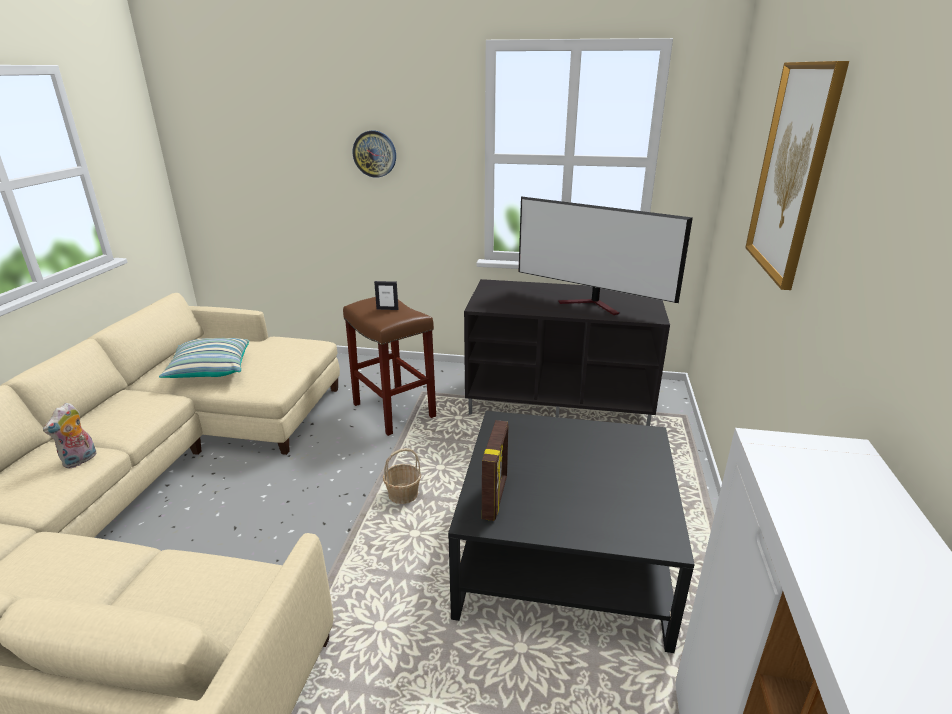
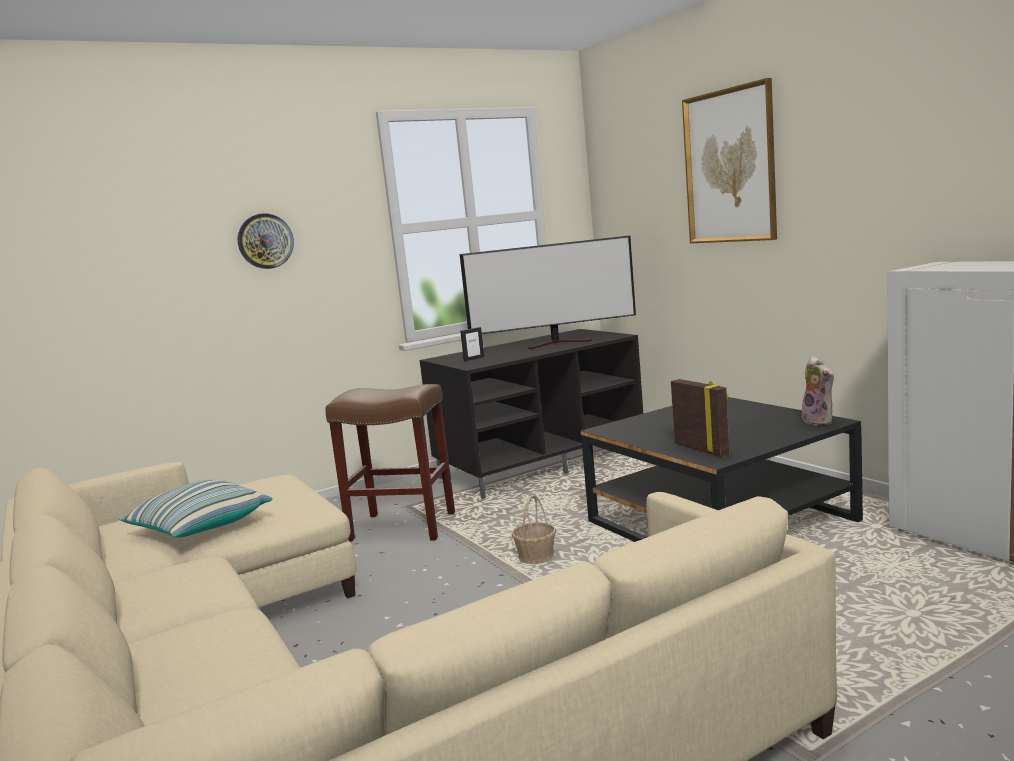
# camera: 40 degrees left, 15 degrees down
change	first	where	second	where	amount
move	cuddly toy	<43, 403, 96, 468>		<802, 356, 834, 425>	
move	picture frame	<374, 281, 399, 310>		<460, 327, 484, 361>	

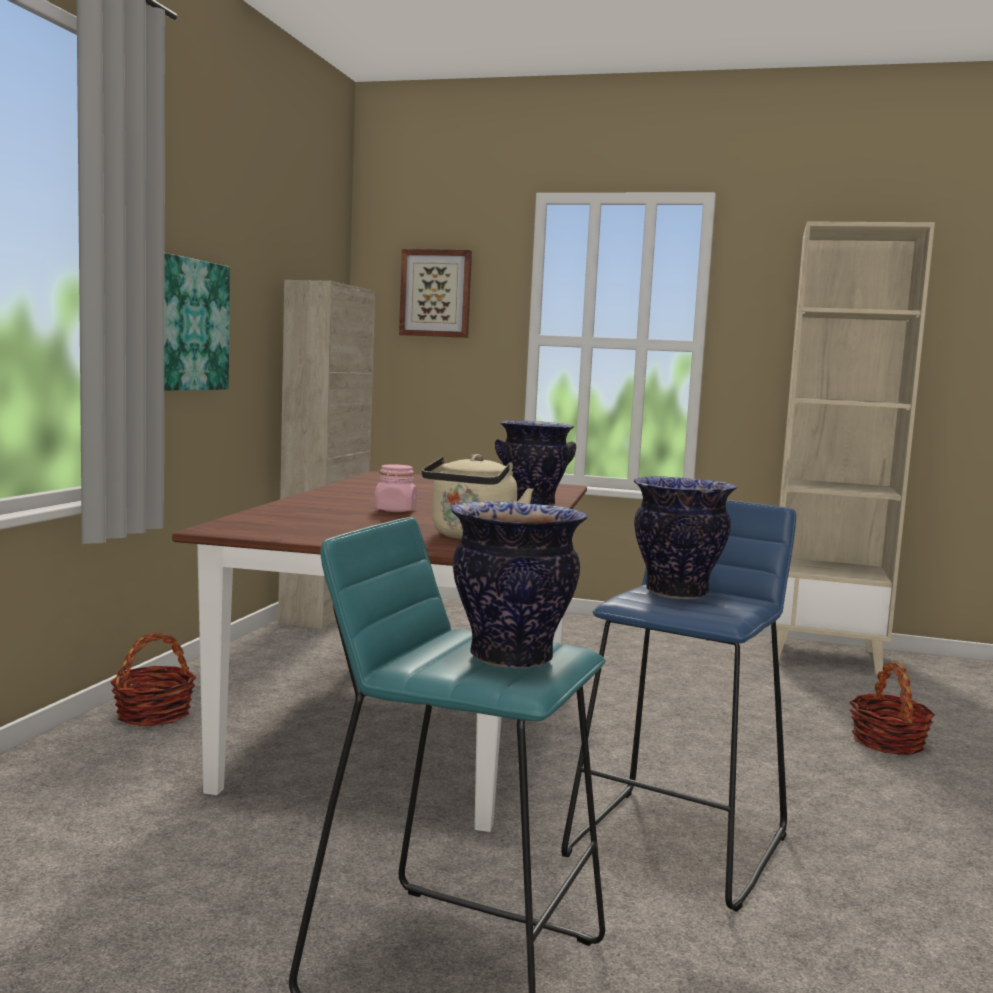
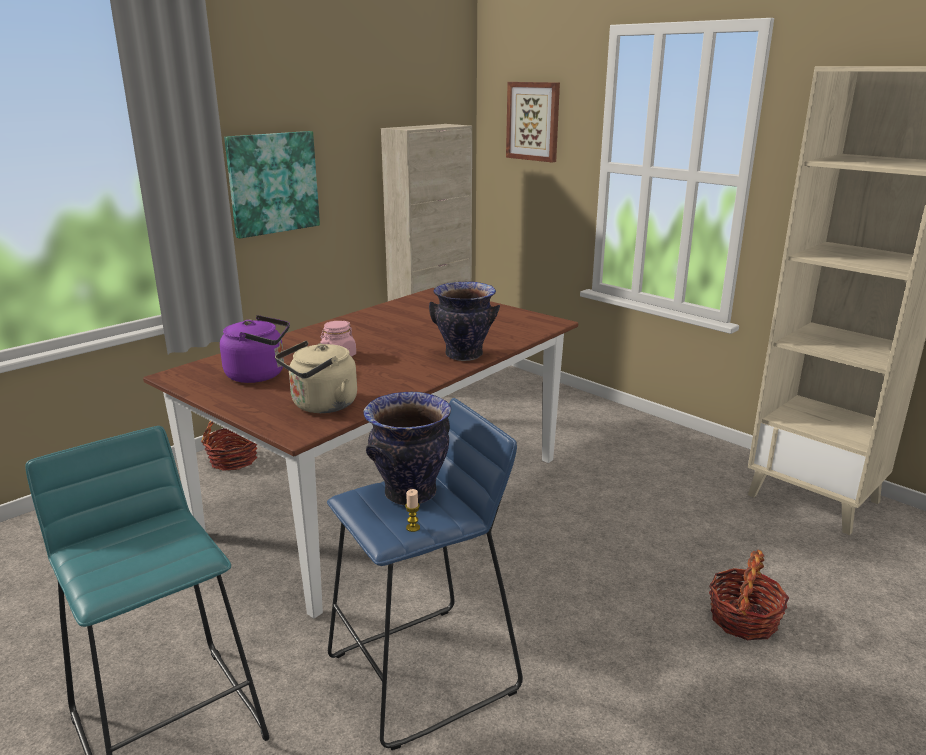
# camera: 30 degrees right, 15 degrees up
change	first	where	second	where	amount
delete	flower vase	<451, 501, 587, 668>			
insert			kettle (purple-coloured)	<220, 315, 290, 383>	
insert			candle	<405, 489, 420, 532>	

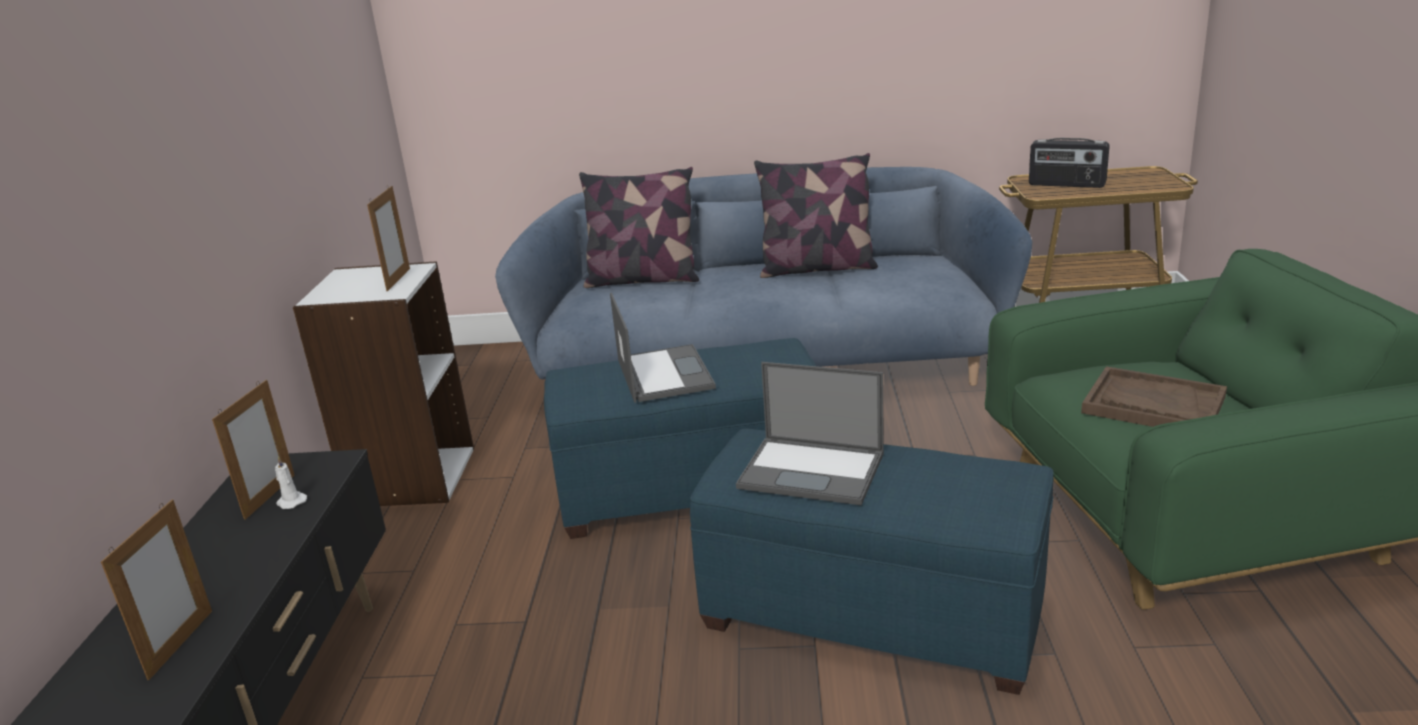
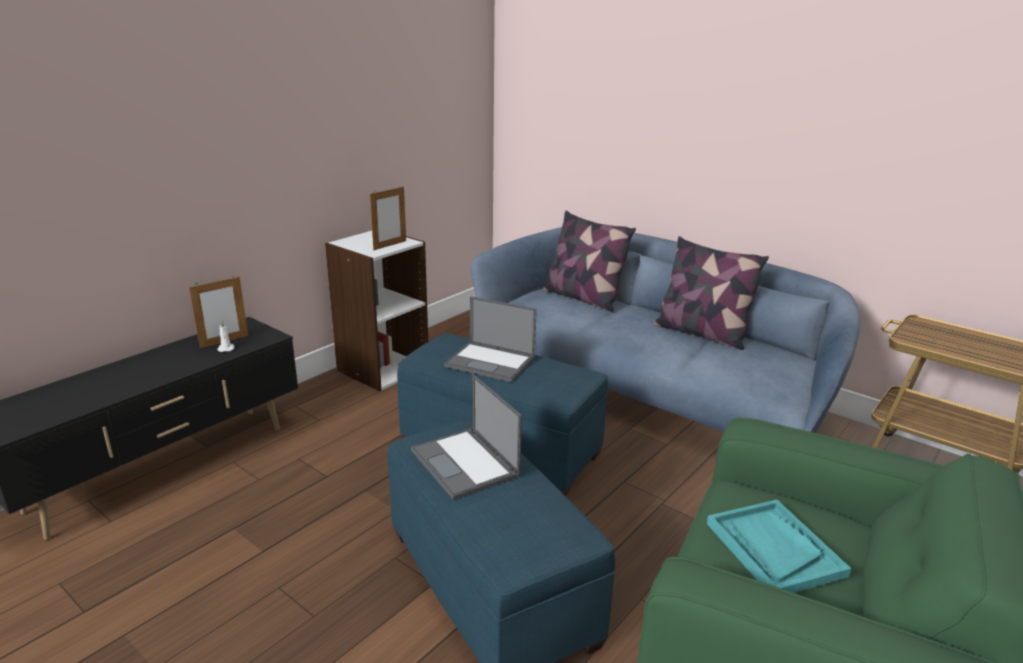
# camera: 35 degrees right, 0 degrees up
change	first	where	second	where	amount
delete	picture frame	<101, 500, 212, 680>			
delete	radio set	<1029, 138, 1110, 188>			
recolor	tray (brownish)	<1081, 366, 1227, 427>	tray (turquoise-coloured)	<707, 500, 851, 593>	
rotate	laptop	<610, 293, 716, 403>		<444, 296, 537, 382>	90 degrees clockwise

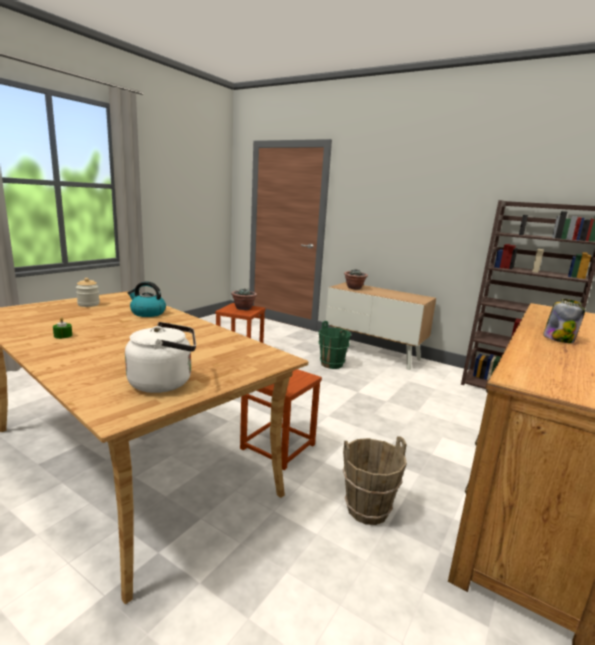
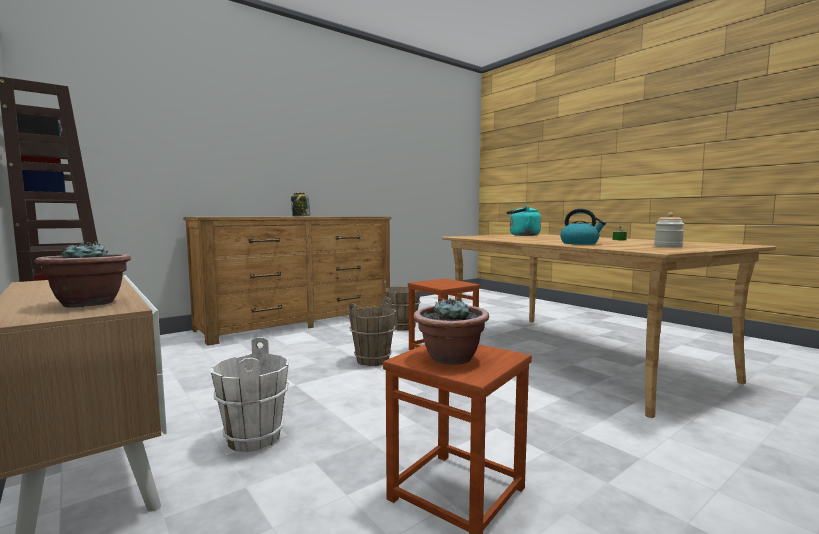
# camera: 160 degrees left, 10 degrees down
change	first	where	second	where	amount
insert			bucket (brownish)	<349, 297, 396, 366>	
recolor	kettle (white)	<125, 322, 196, 393>	kettle (turquoise-coloured)	<507, 206, 541, 236>	
recolor	bucket (green)	<318, 321, 351, 369>	bucket (white)	<211, 337, 289, 452>	

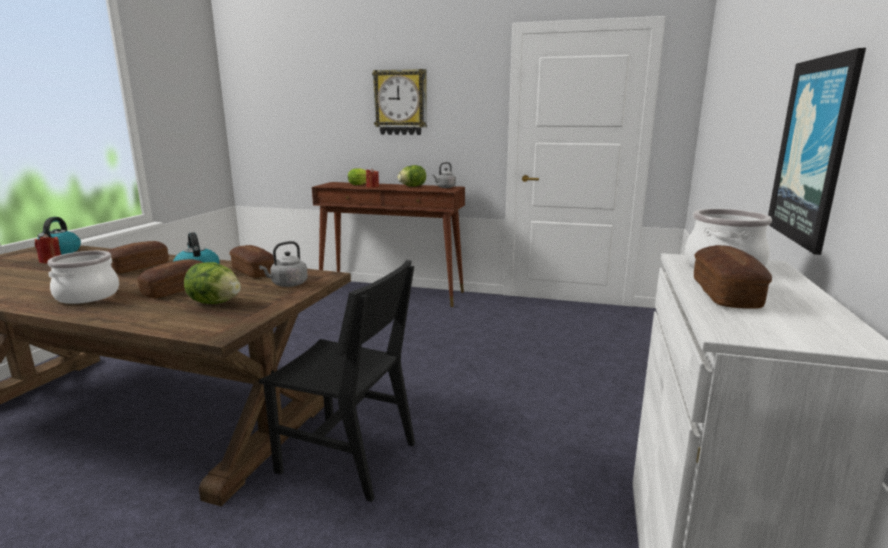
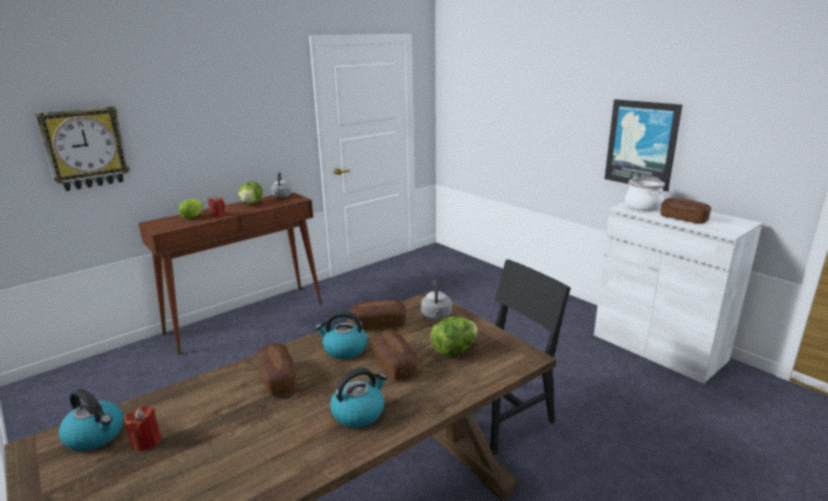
# camera: 55 degrees left, 5 degrees up
change	first	where	second	where	amount
move	hanging clock	<372, 69, 427, 135>		<35, 106, 130, 191>	
replace	saucepot	<47, 251, 119, 304>	kettle	<330, 368, 387, 428>	

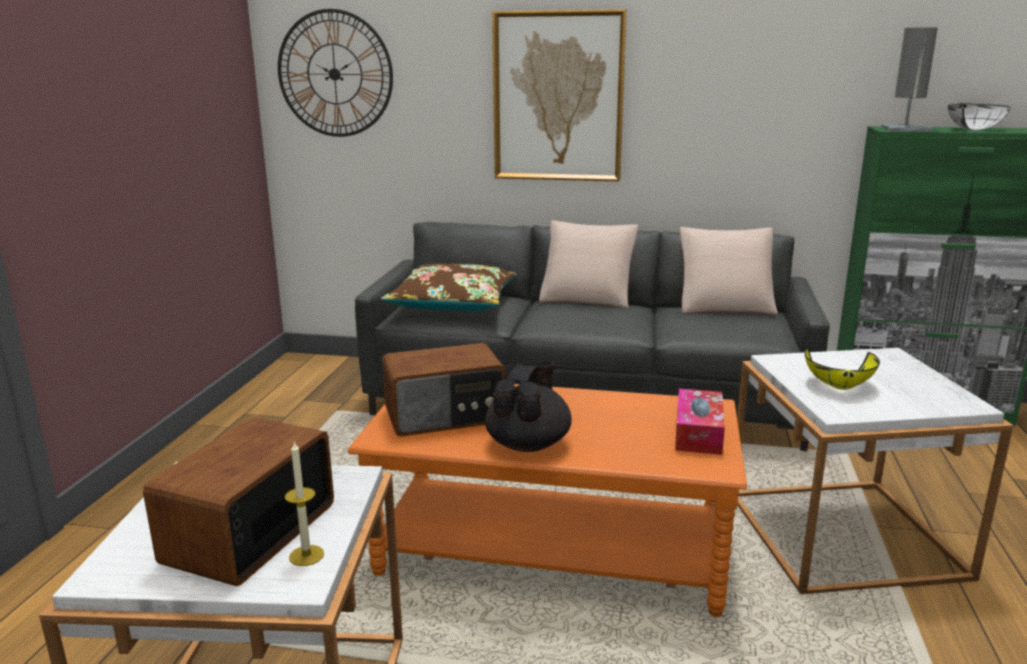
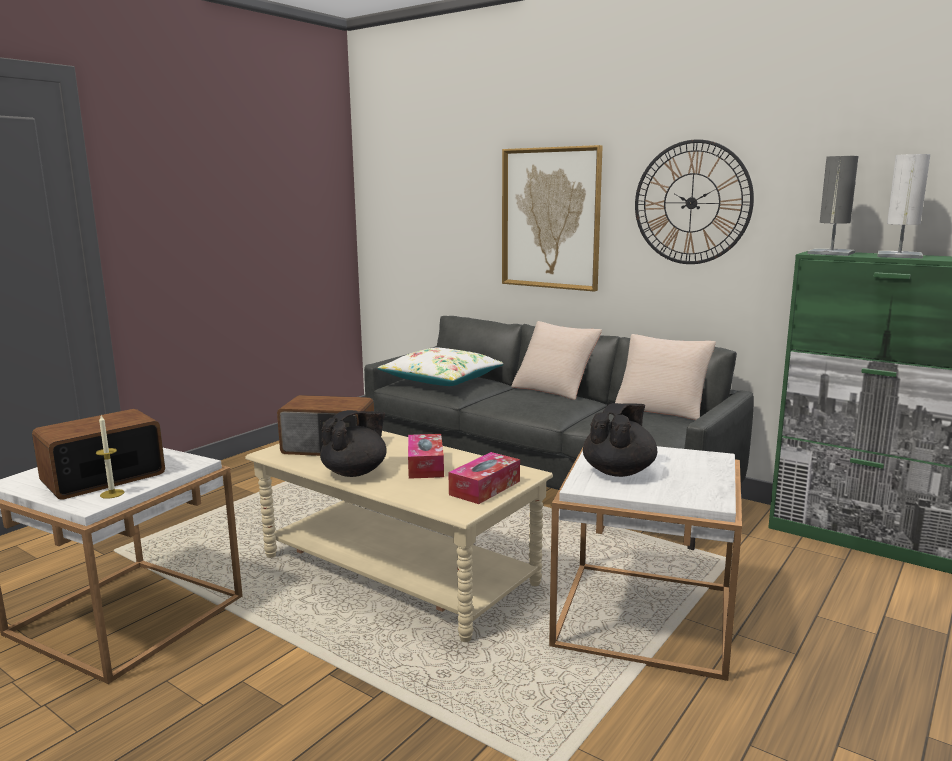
# camera: 25 degrees right, 5 degrees down
change	first	where	second	where	amount
insert			box of tissues	<408, 434, 444, 479>	
move	hanging clock	<278, 9, 393, 137>		<635, 139, 754, 264>	
replace	bowl (yellow-coloured)	<805, 348, 880, 390>	teapot (blackish)	<583, 403, 657, 477>	
replace	bowl (white)	<948, 103, 1011, 130>	table lamp (white)	<877, 154, 930, 259>	
recolor	coffee table (orange-coloured)	<348, 384, 747, 617>	coffee table (beige-coloured)	<245, 431, 553, 642>	
recolor	throw pillow (brownish)	<381, 263, 517, 311>	throw pillow (white)	<378, 348, 503, 386>	

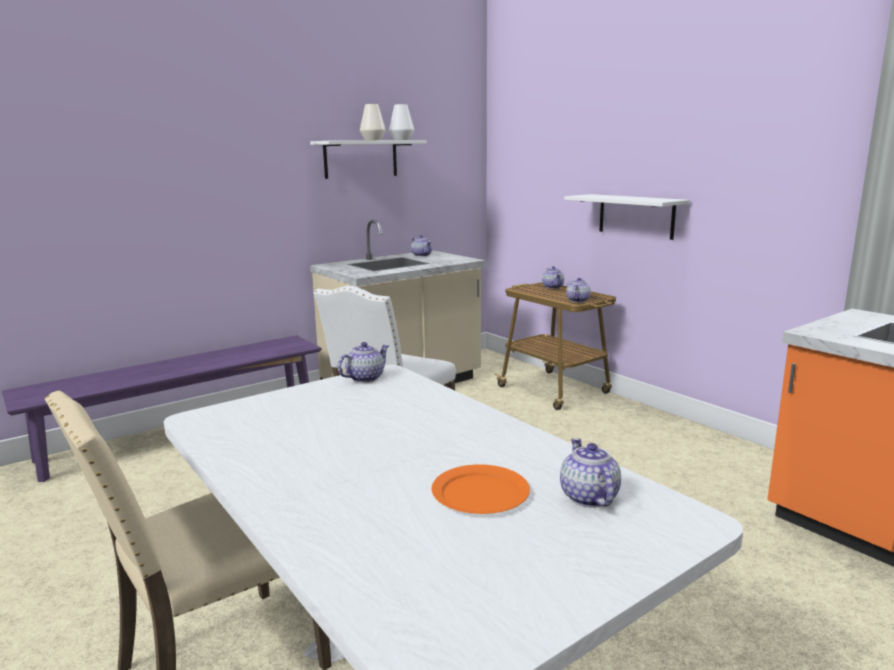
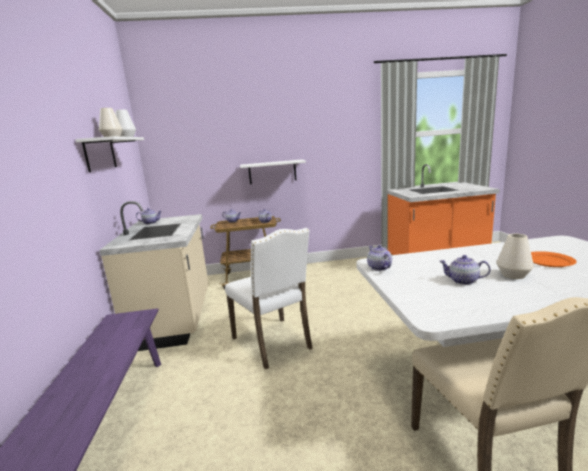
# camera: 60 degrees left, 0 degrees up
change	first	where	second	where	amount
insert			flower vase (white)	<496, 234, 534, 279>	
move	teapot	<560, 438, 621, 507>		<439, 255, 491, 285>	

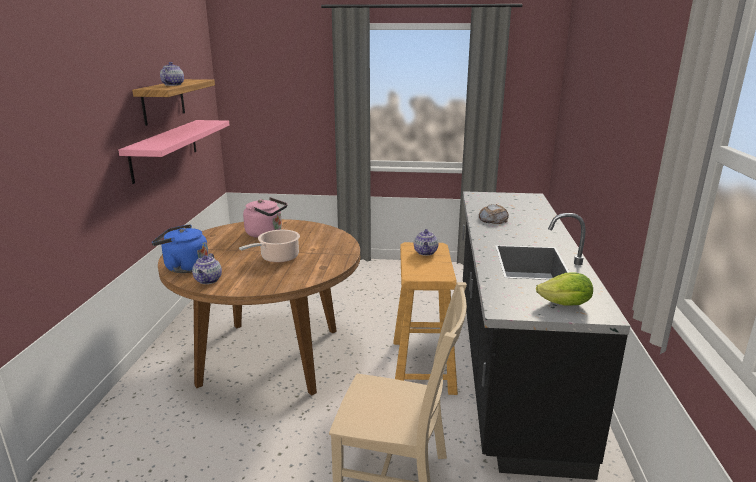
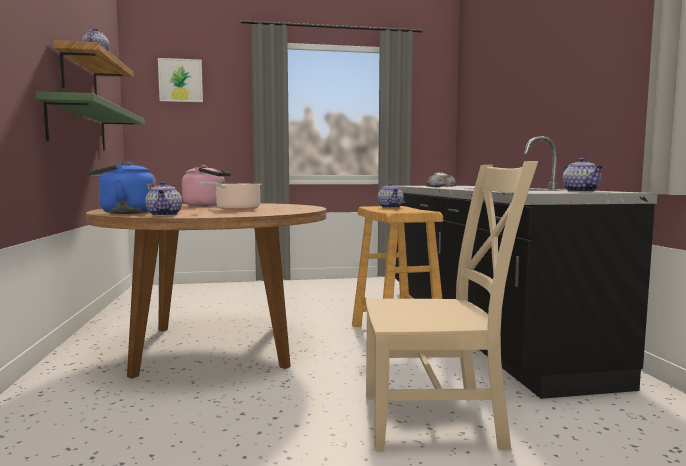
# camera: 15 degrees left, 15 degrees down
change	first	where	second	where	amount
insert			wall art	<158, 58, 203, 102>	
replace	lettuce	<536, 272, 593, 306>	teapot	<562, 158, 603, 192>	
recolor	bracket shelf (pinkish)	<118, 120, 229, 184>	bracket shelf (green)	<35, 92, 145, 151>	

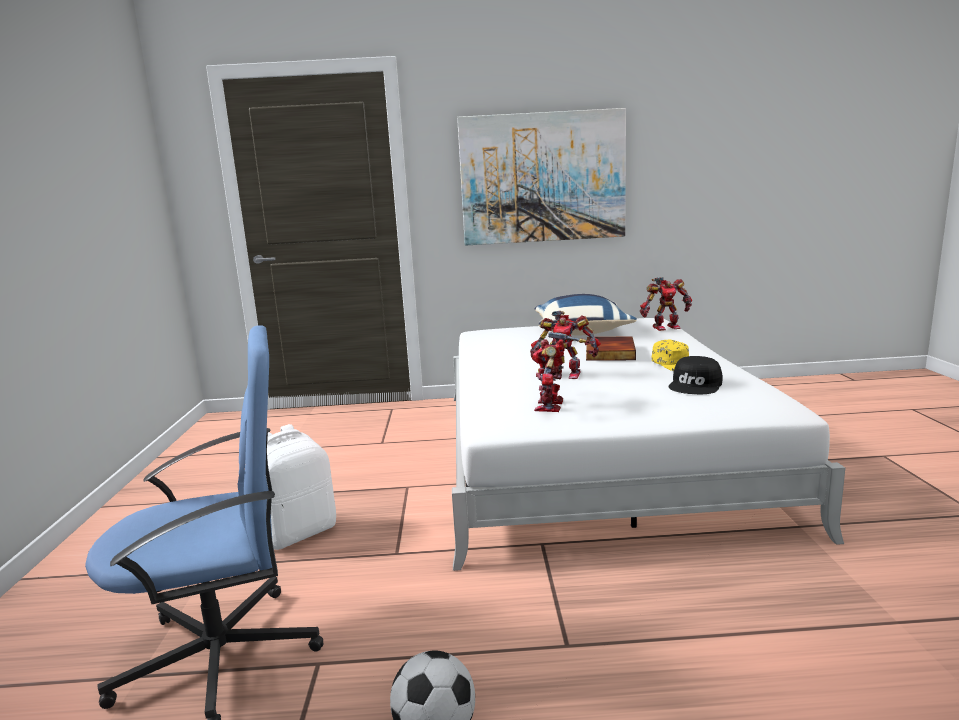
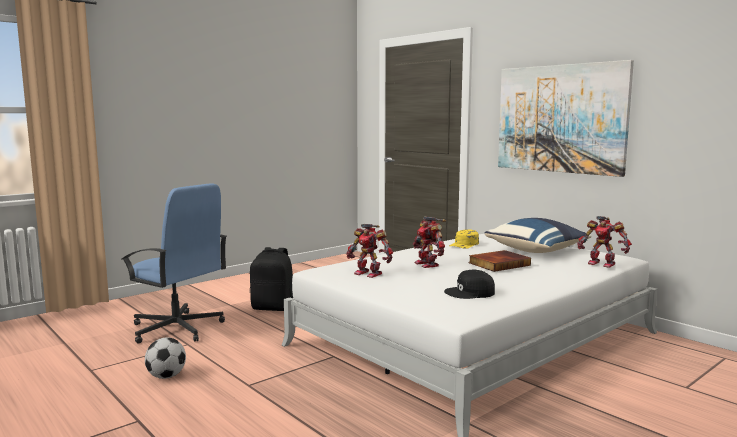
# camera: 50 degrees right, 5 degrees down
change	first	where	second	where	amount
move	peaked cap (yellow-coloured)	<652, 339, 689, 371>		<449, 229, 479, 249>	
recolor	knapsack (white)	<266, 424, 336, 550>	knapsack (blackish)	<250, 247, 293, 311>	
rotate	toy robot	<532, 332, 586, 412>		<346, 224, 393, 278>	120 degrees counterclockwise

